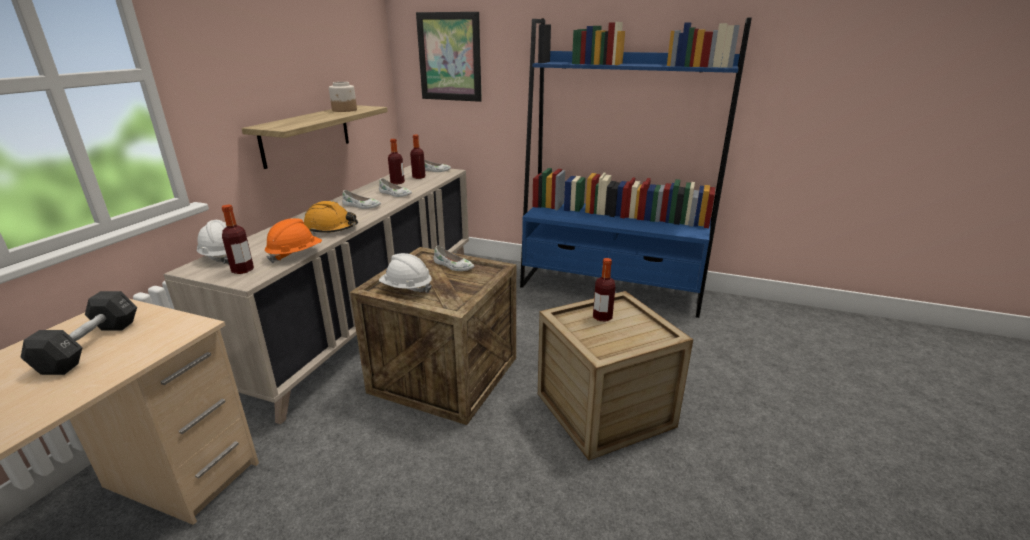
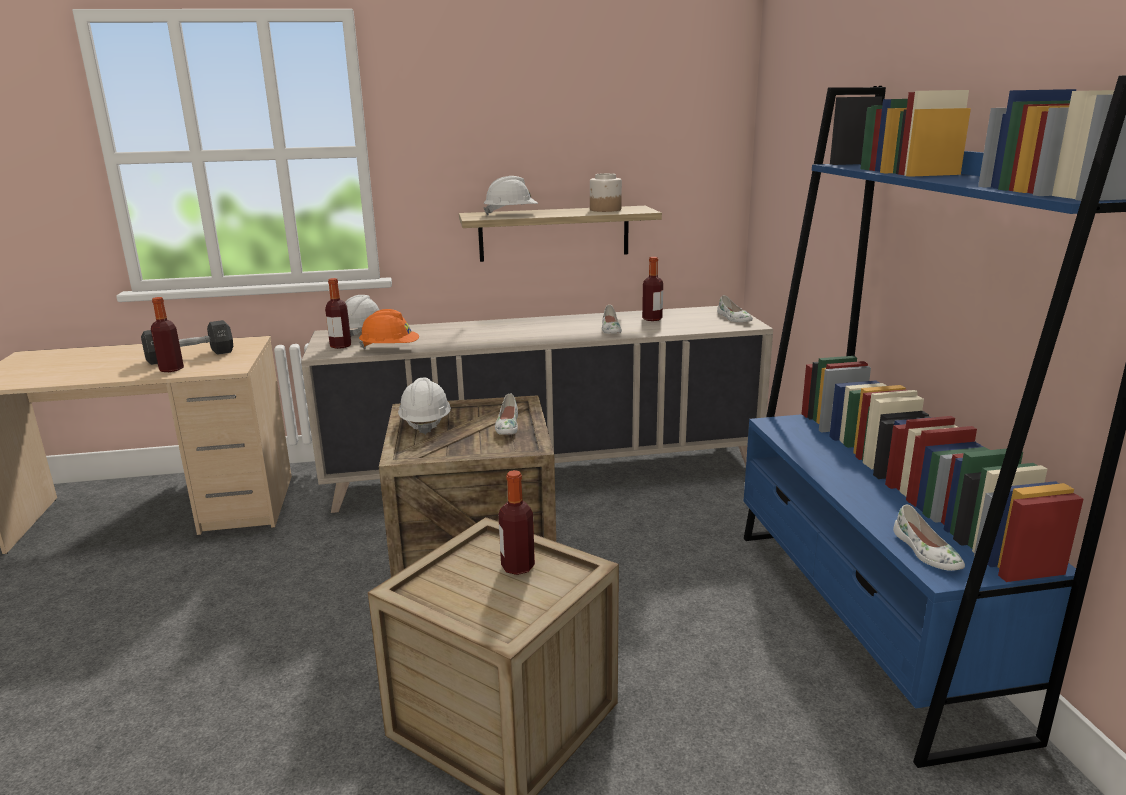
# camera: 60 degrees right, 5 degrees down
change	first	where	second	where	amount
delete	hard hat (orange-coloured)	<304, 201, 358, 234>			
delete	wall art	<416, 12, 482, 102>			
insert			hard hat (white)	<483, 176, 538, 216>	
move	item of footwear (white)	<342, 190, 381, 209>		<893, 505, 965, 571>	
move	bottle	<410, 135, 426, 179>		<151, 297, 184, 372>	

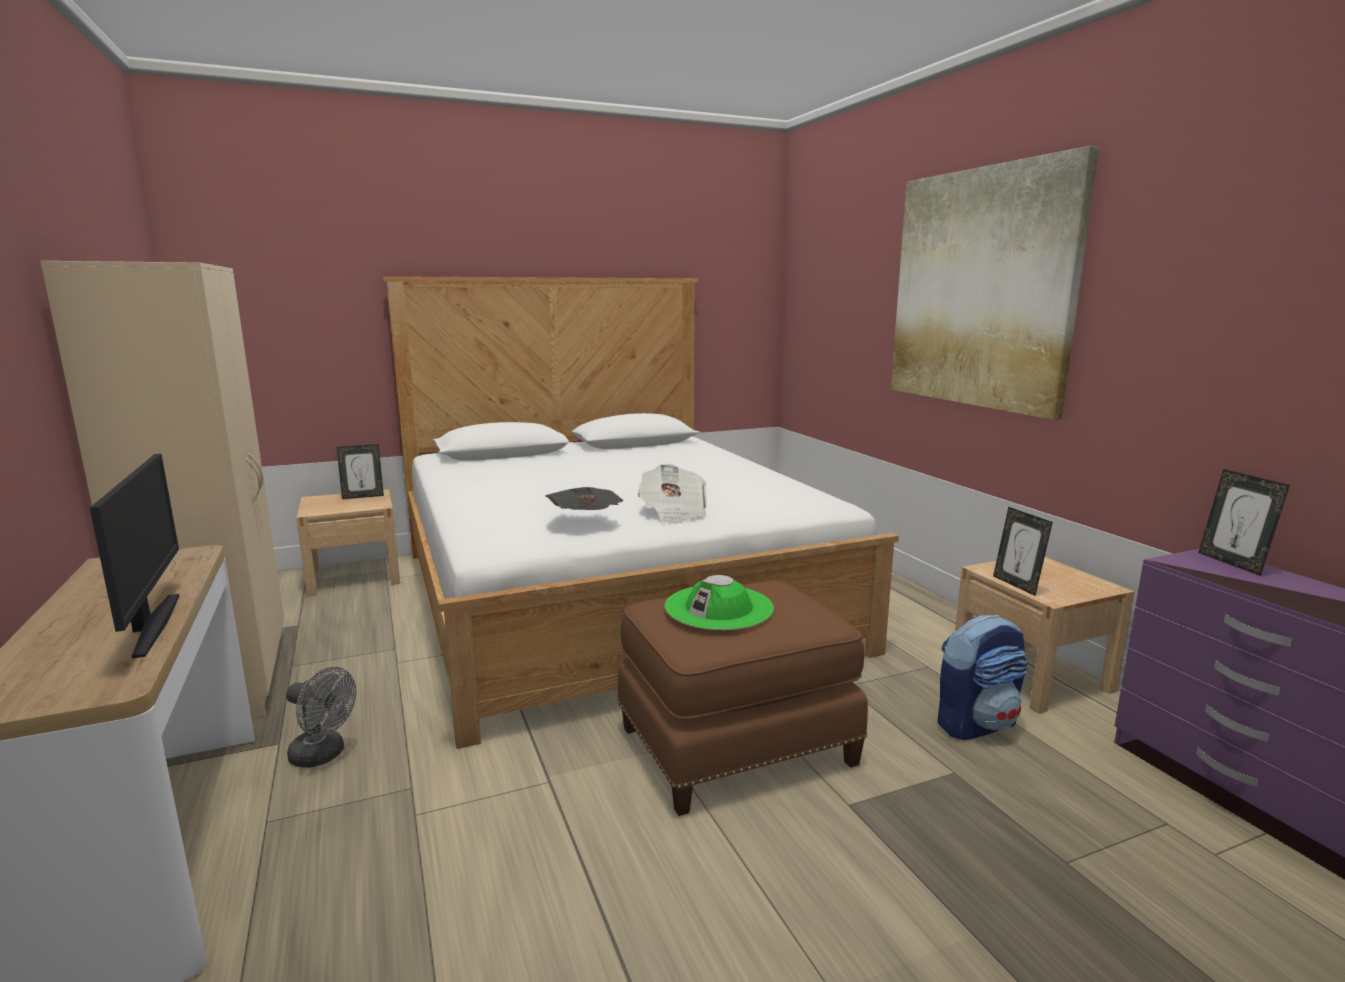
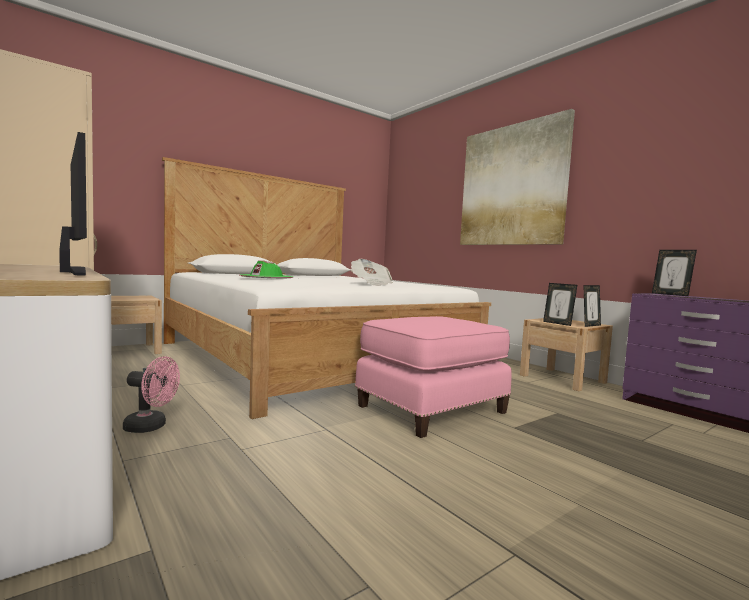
# camera: 15 degrees left, 10 degrees down
change	first	where	second	where	amount
delete	newspaper	<546, 487, 623, 510>			
delete	knapsack	<937, 615, 1028, 740>			
move	picture frame	<337, 444, 384, 499>		<583, 285, 601, 327>	
move	hat (green)	<665, 575, 774, 630>		<240, 260, 293, 278>	
recolor	cooling fan (greyish)	<286, 667, 356, 768>	cooling fan (pinkish)	<123, 356, 180, 433>	
recolor	ottoman (brownish)	<617, 581, 868, 816>	ottoman (pinkish)	<355, 316, 512, 438>	

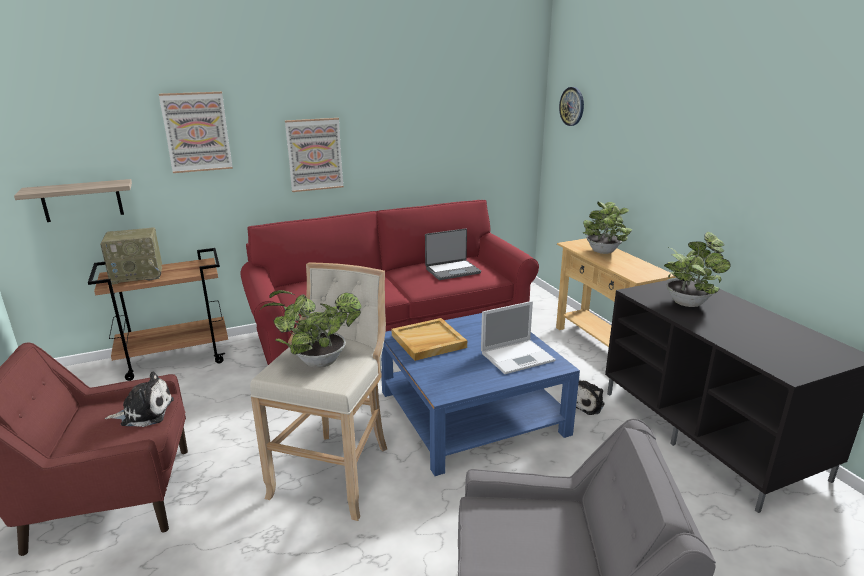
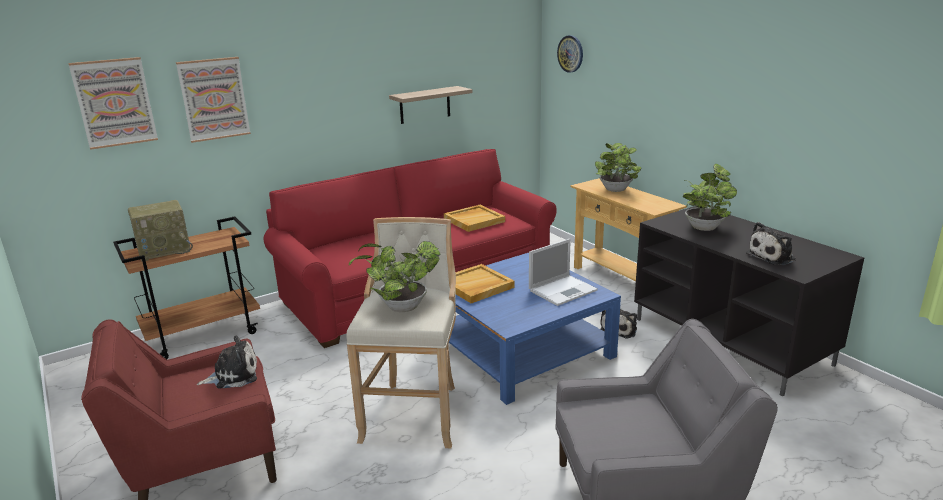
# camera: 10 degrees left, 0 degrees up
change	first	where	second	where	amount
insert			cuddly toy	<746, 222, 796, 265>	
move	bracket shelf	<14, 179, 132, 222>		<389, 86, 473, 124>	
move	wall art	<285, 118, 344, 192>		<68, 57, 158, 150>	
replace	laptop	<425, 228, 481, 280>	tray (beige-coloured)	<444, 205, 505, 232>	

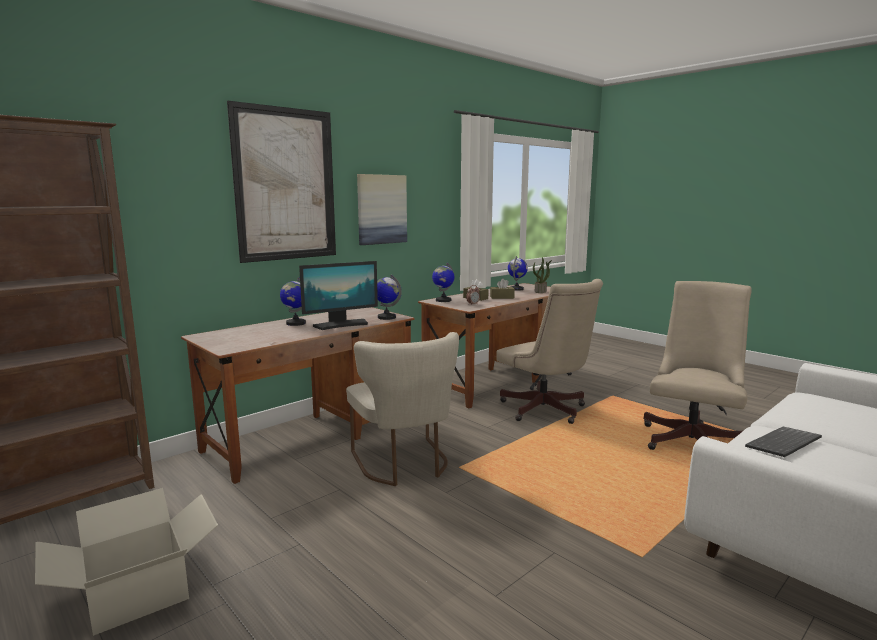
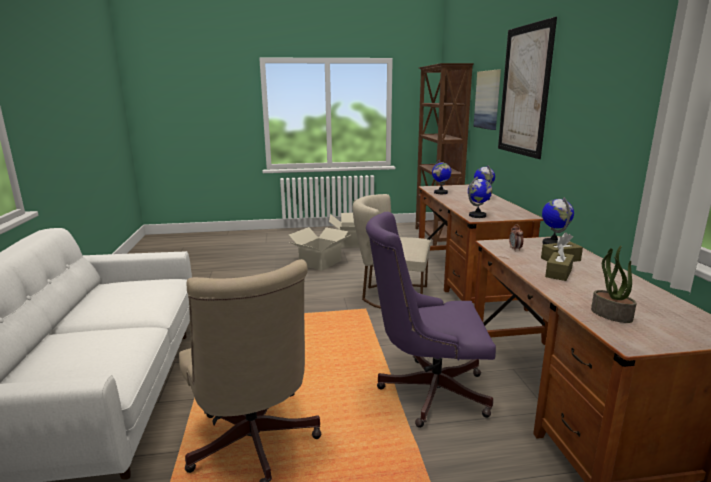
# camera: 125 degrees right, 5 degrees up
change	first	where	second	where	amount
delete	computer screen	<299, 261, 378, 330>			
delete	keyboard	<745, 427, 822, 457>			
insert			carton	<289, 227, 350, 271>	
move	wall art	<357, 174, 407, 245>		<473, 70, 501, 130>	
move	globe	<508, 256, 528, 291>		<432, 160, 452, 194>	
recolor	computer chair (beige-coloured)	<496, 279, 603, 424>	computer chair (purple-coloured)	<366, 212, 496, 428>	

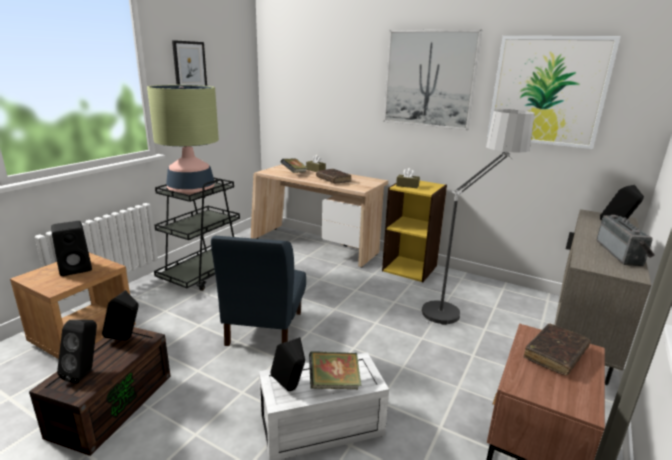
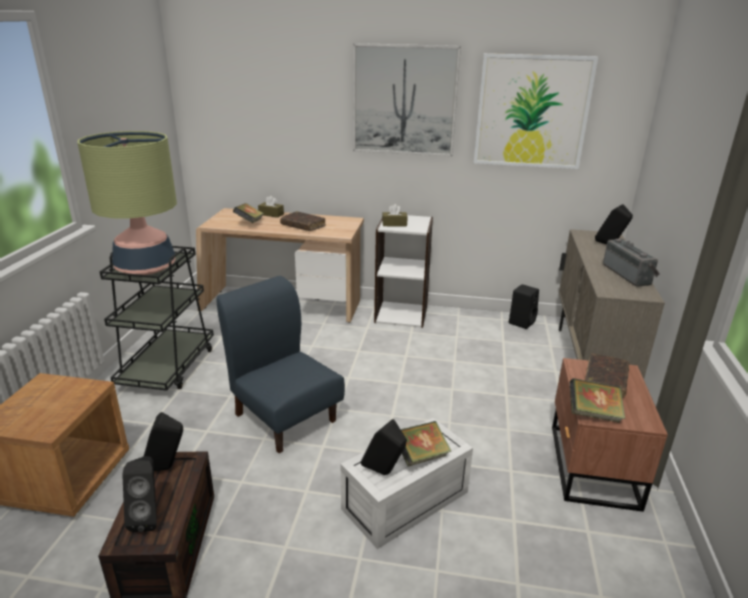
# camera: 20 degrees left, 5 degrees up
change	first	where	second	where	amount
delete	wall art	<172, 40, 207, 86>			
delete	standard lamp	<421, 109, 535, 325>			
insert			bound book	<570, 378, 625, 423>	
move	audio speaker (blackish)	<51, 221, 92, 276>		<509, 284, 539, 329>	
recolor	shelving unit (yellow-coloured)	<382, 181, 447, 282>	shelving unit (white)	<374, 215, 433, 328>	
rotate	chair (bluish)	<211, 236, 306, 346>		<217, 276, 345, 453>	150 degrees clockwise

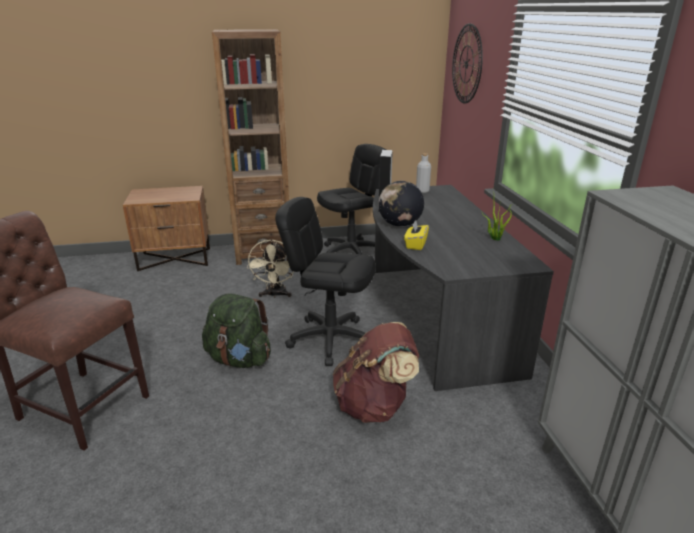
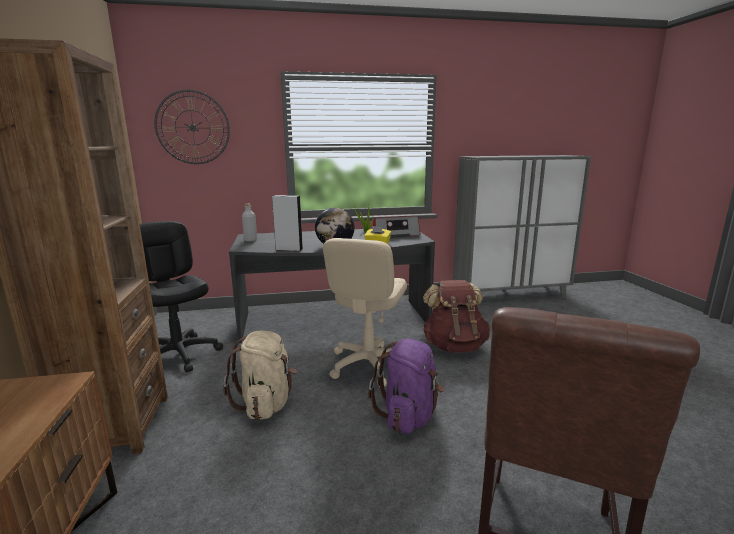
# camera: 90 degrees left, 10 degrees down
change	first	where	second	where	amount
insert			radio set	<373, 216, 421, 238>	
replace	cooling fan (beige-coloured)	<247, 239, 294, 298>	knapsack (beige-coloured)	<223, 331, 297, 420>	
recolor	knapsack (green)	<202, 293, 271, 368>	knapsack (purple-coloured)	<368, 339, 444, 434>	
recolor	computer chair (blackish)	<275, 197, 376, 366>	computer chair (beige-coloured)	<323, 238, 407, 387>	

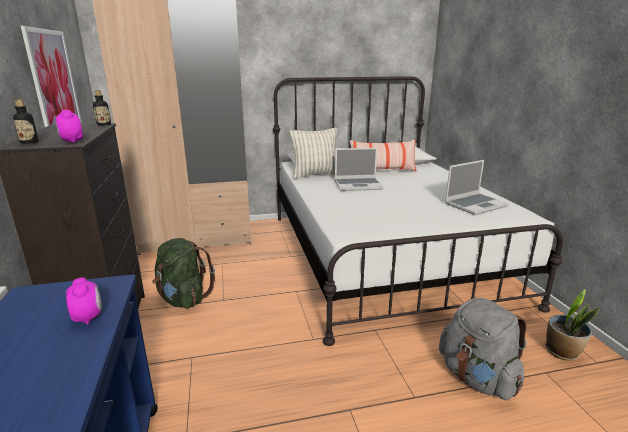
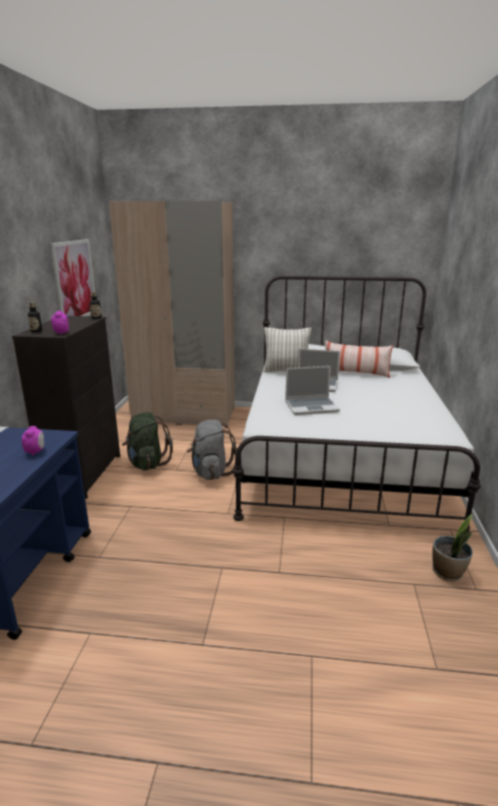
# camera: 20 degrees right, 0 degrees up
change	first	where	second	where	amount
move	knapsack (greyish)	<439, 298, 527, 400>		<187, 419, 237, 480>	
move	laptop	<445, 160, 509, 215>		<285, 366, 340, 415>	

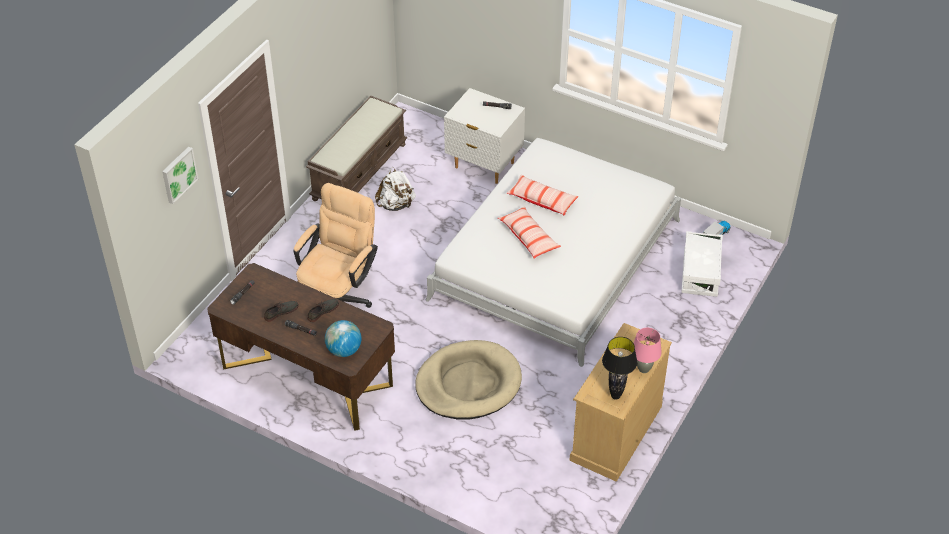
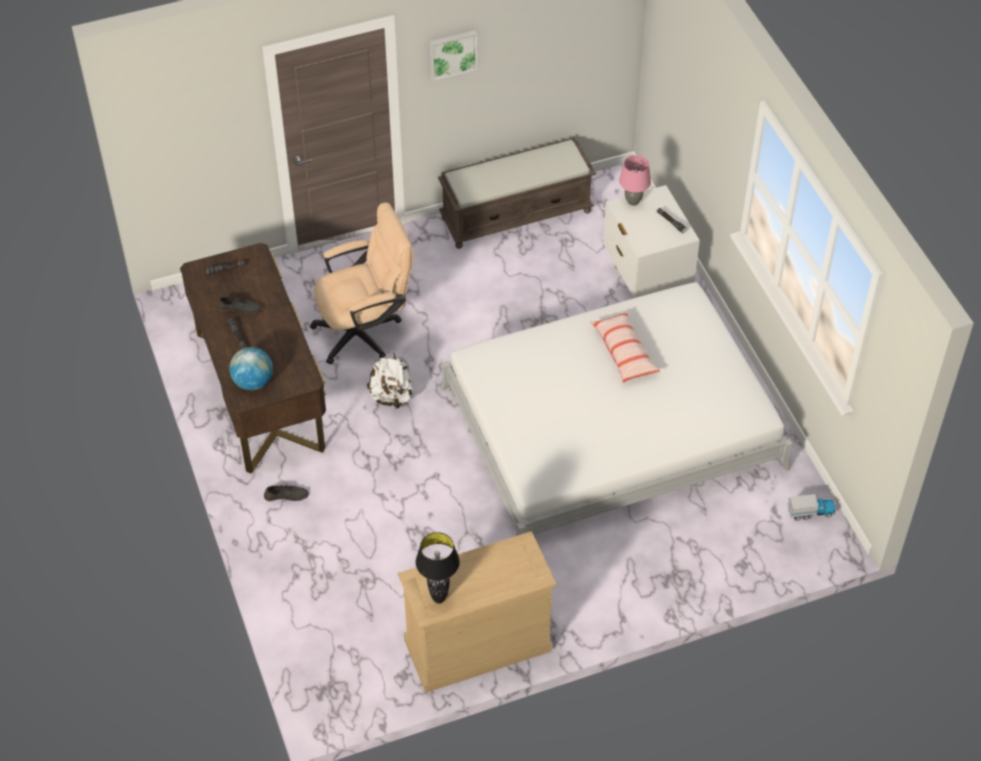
# camera: 40 degrees right, 5 degrees up
change	first	where	second	where	amount
delete	dog cushion (beige-coloured)	<415, 340, 522, 420>			
delete	throw pillow	<498, 206, 561, 259>			
delete	storage box (white)	<681, 231, 723, 297>			
move	wall art	<162, 146, 198, 204>		<430, 30, 477, 81>	
move	item of footwear (greyish)	<308, 299, 339, 322>		<264, 484, 309, 501>	
move	knapsack (white)	<375, 167, 416, 211>		<367, 352, 414, 410>	
move	table lamp (pinkish)	<631, 328, 662, 373>		<619, 155, 651, 206>	

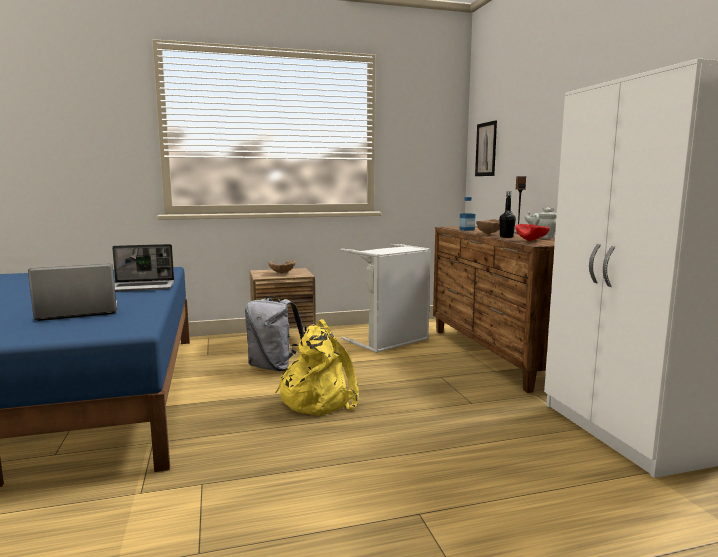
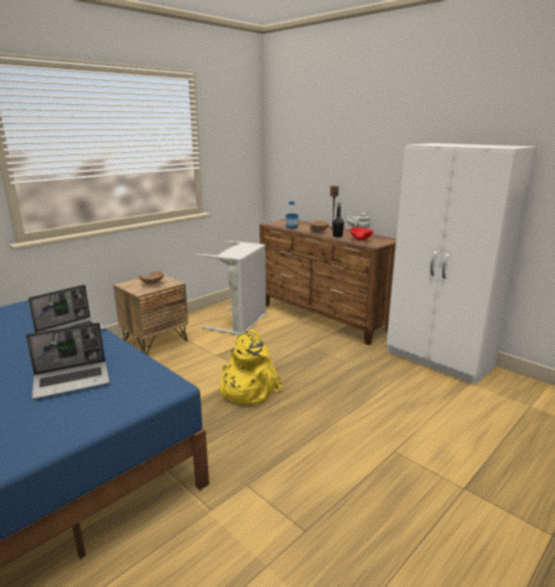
# camera: 30 degrees left, 10 degrees up
change	first	where	second	where	amount
delete	knapsack (greyish)	<245, 296, 304, 371>			
delete	wall art	<475, 120, 497, 176>			
rotate	laptop	<28, 264, 117, 321>		<26, 323, 110, 399>	150 degrees counterclockwise

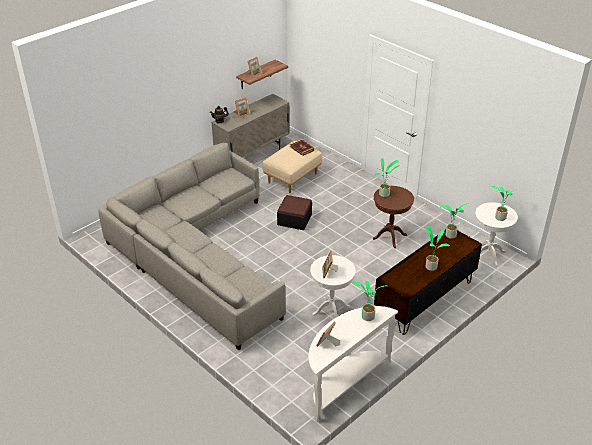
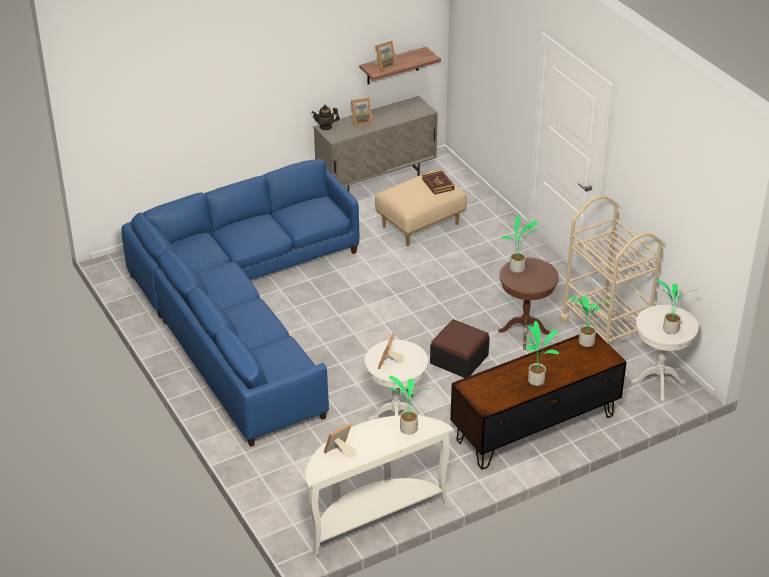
# camera: 15 degrees right, 0 degrees up
change	first	where	second	where	amount
insert			wheeled cart (beige-coloured)	<559, 195, 663, 346>	
move	ottoman	<277, 195, 312, 230>		<430, 319, 490, 378>	
recolor	couch (greyish)	<98, 143, 286, 350>	couch (bluish)	<121, 159, 359, 447>	

